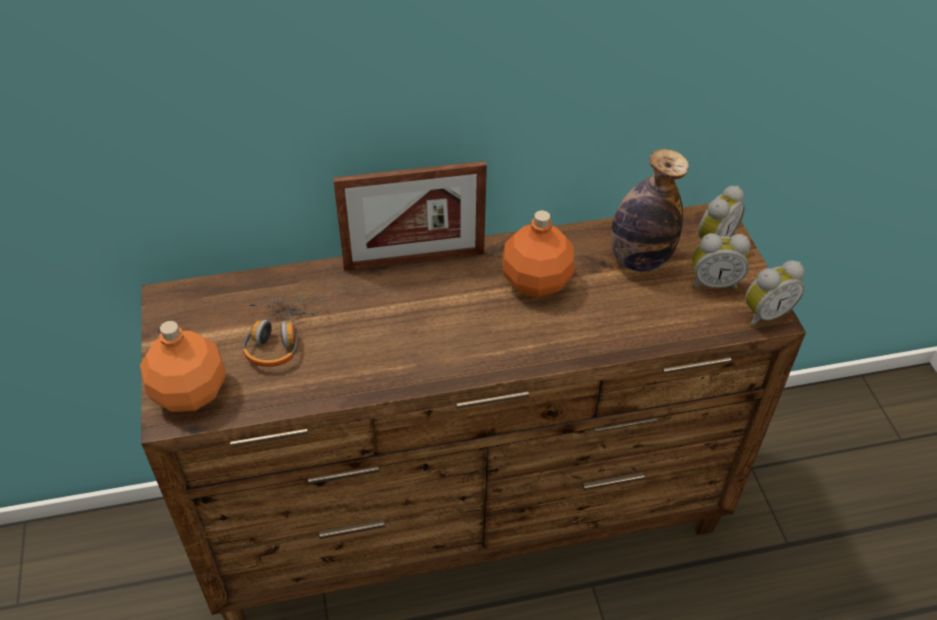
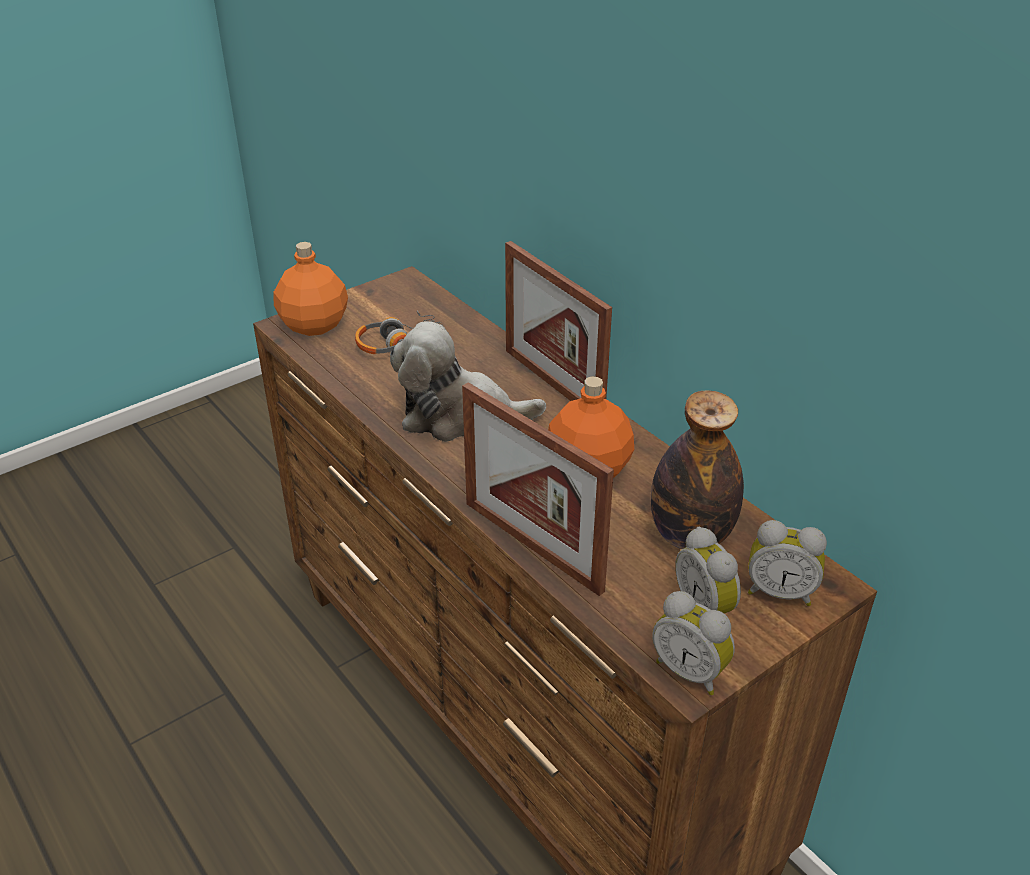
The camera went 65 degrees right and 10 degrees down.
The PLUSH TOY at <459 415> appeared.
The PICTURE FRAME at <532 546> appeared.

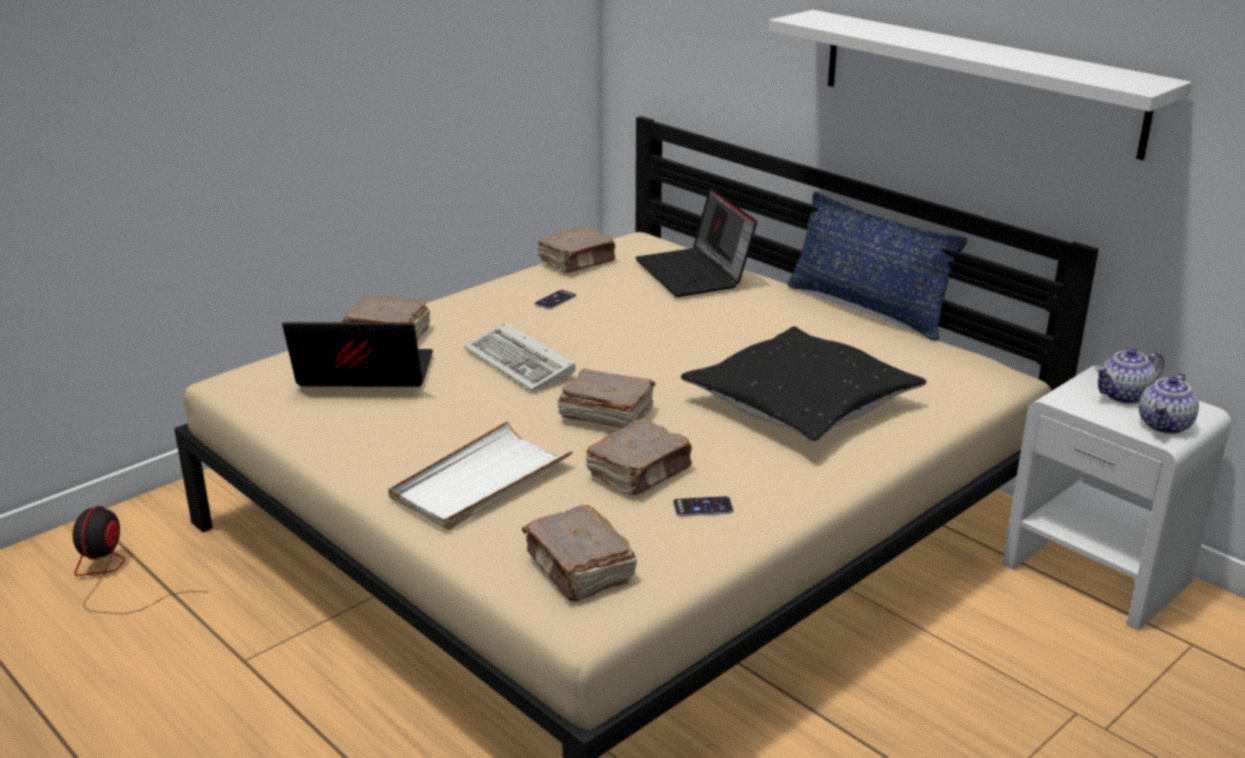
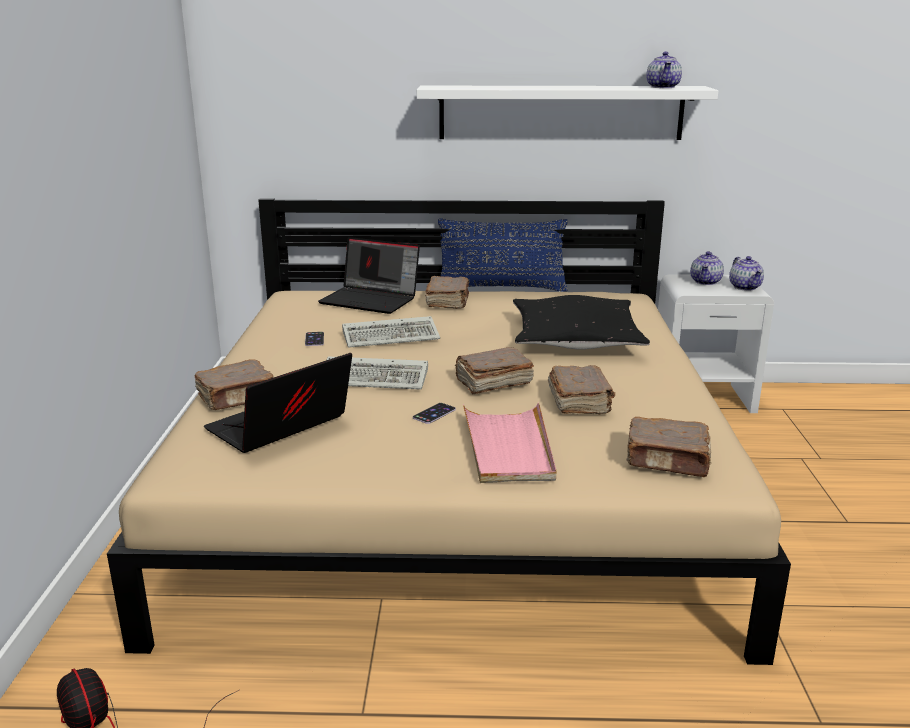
The camera went 45 degrees left and 5 degrees down.
The COMPUTER KEYBOARD at <393 336> appeared.
The TELEPHONE moved from <703 507> to <434 413>.
The BROWNISH BOOK moved from <578 262> to <448 302>.
The WHITE CARRYING TRAY at <480 481> became the PINK-COLOURED CARRYING TRAY at <508 447>.
The TEAPOT at <663 87> appeared.

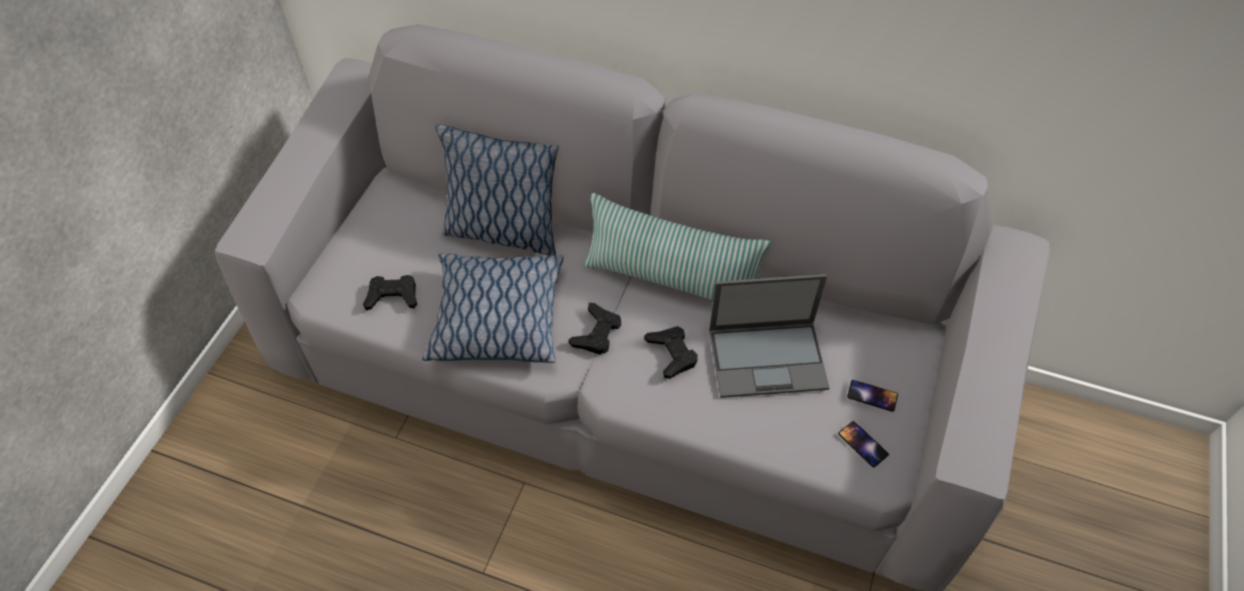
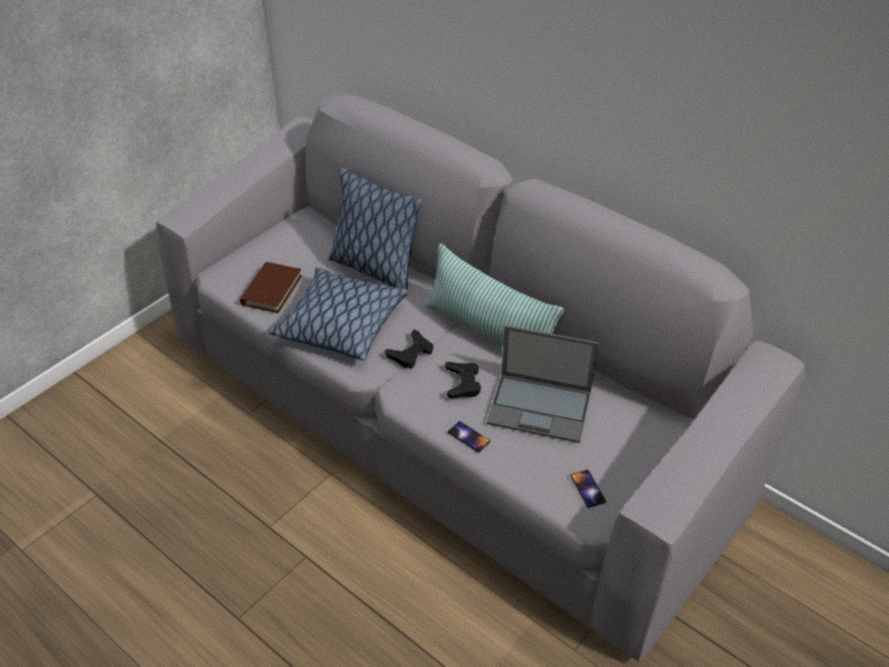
The camera went 20 degrees right and 10 degrees down.
The BLACKISH JOYPAD at <392 296> was replaced by the BROWNISH BOOK at <271 290>.
The TELEPHONE moved from <872 396> to <469 437>.

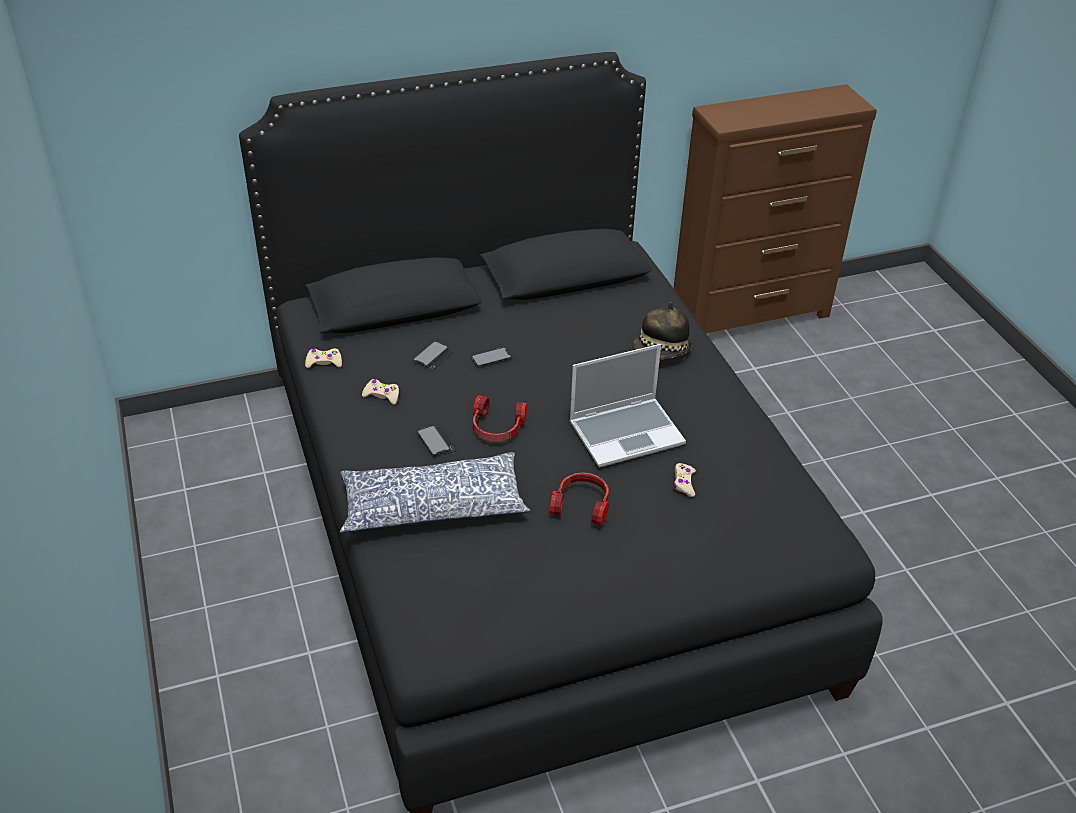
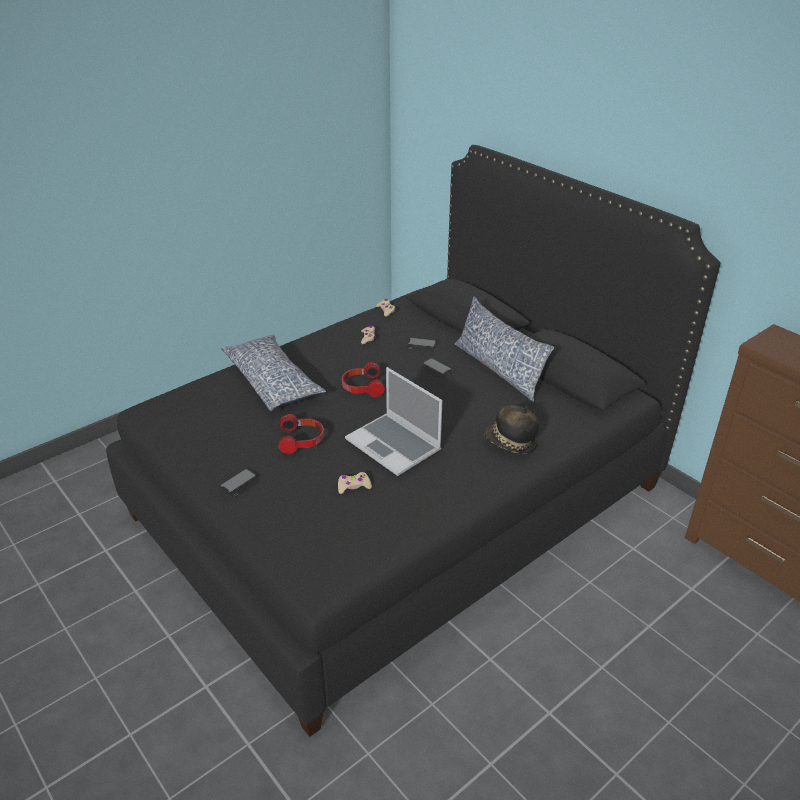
The camera went 70 degrees right and 5 degrees down.
The TELEPHONE moved from <436 442> to <240 484>.
The PILLOW at <498 369> appeared.

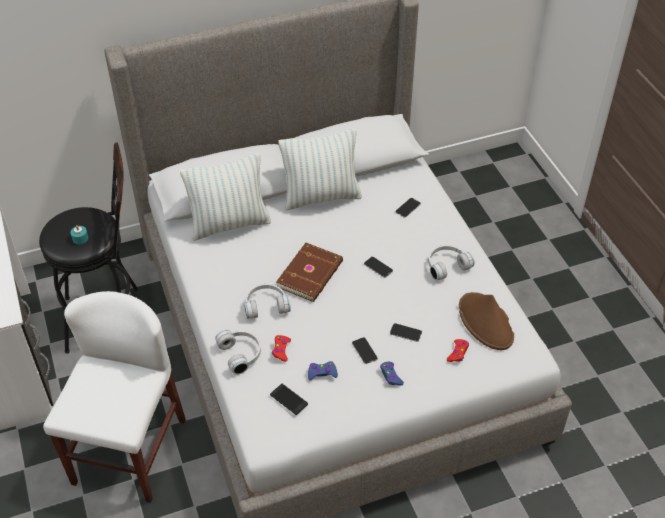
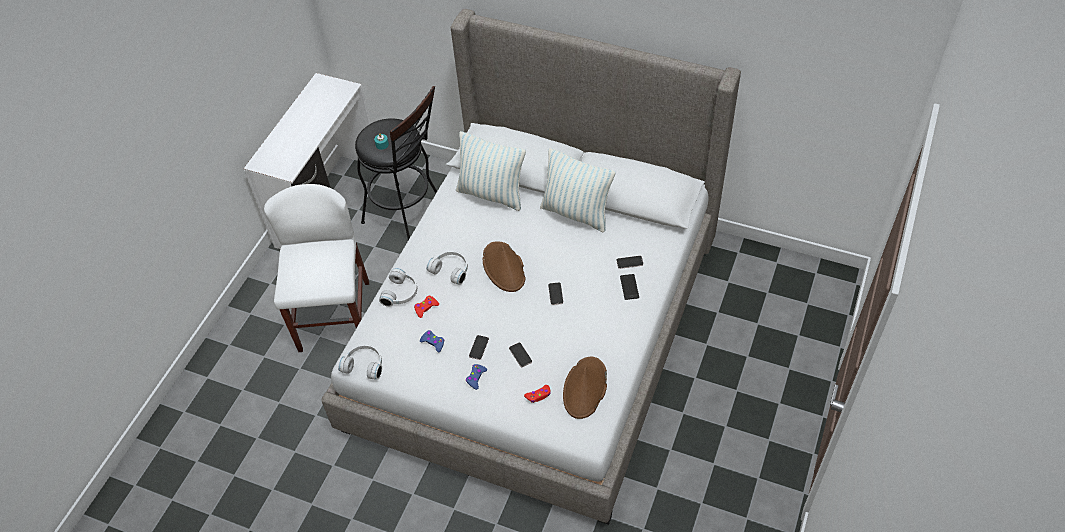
The camera went 45 degrees right and 5 degrees up.
The WHITE PLAIN CHAIR at <129 451> turned 60 degrees counterclockwise.
The WHITE PAIR OF HEADPHONES moved from <446 265> to <365 364>.
The BROWNISH BOOK at <311 274> was replaced by the BROWNISH HAT at <504 267>.
The TELEPHONE moved from <289 399> to <629 287>.

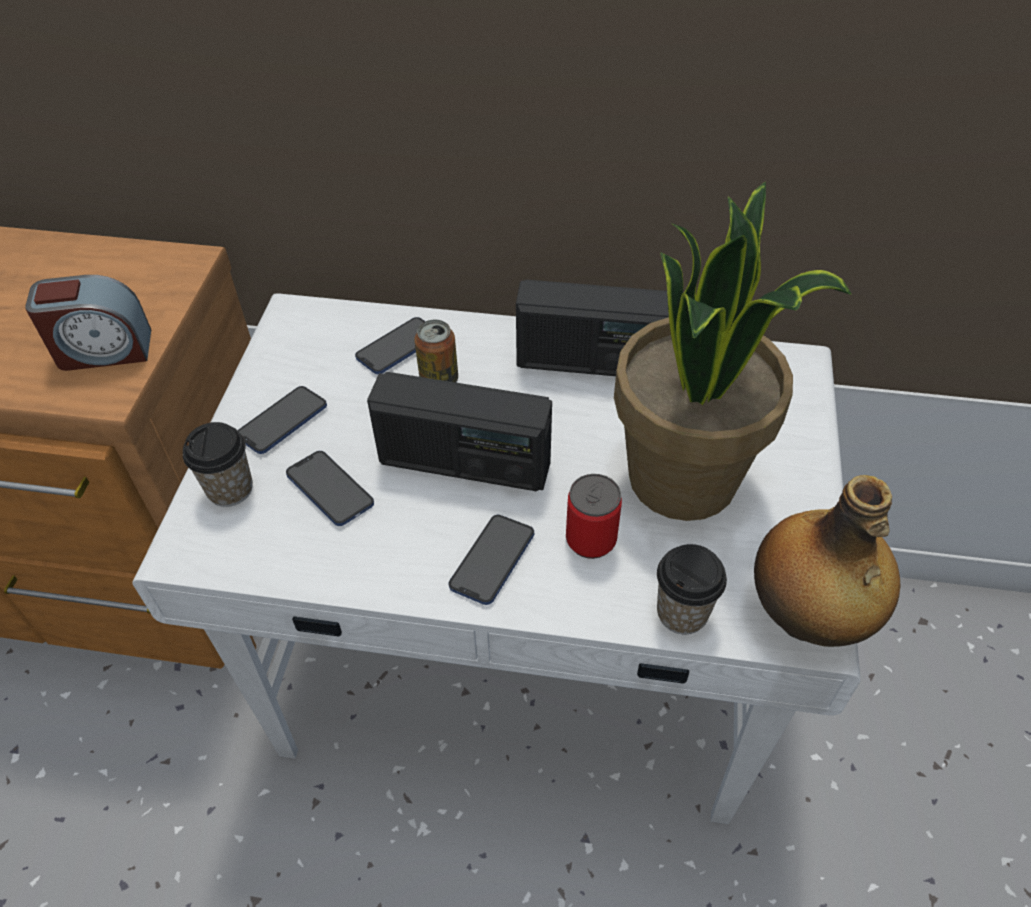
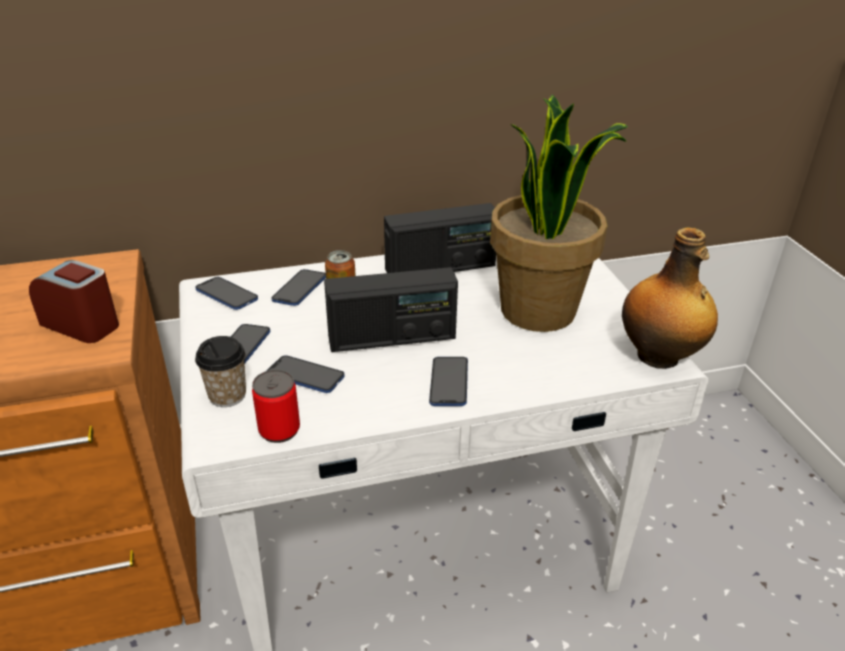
The camera went 25 degrees left and 15 degrees down.
The BEDSIDE CLOCK at <104 350> turned 120 degrees counterclockwise.
The TELEPHONE at <226 295> appeared.
The SEALED CAN moved from <591 539> to <279 430>.
The SMALL CUP at <682 613> disappeared.

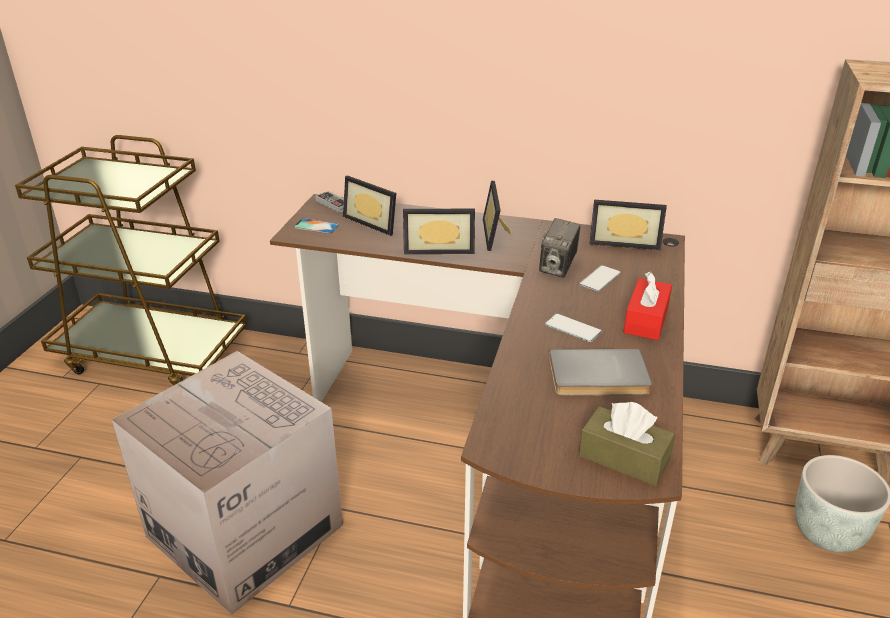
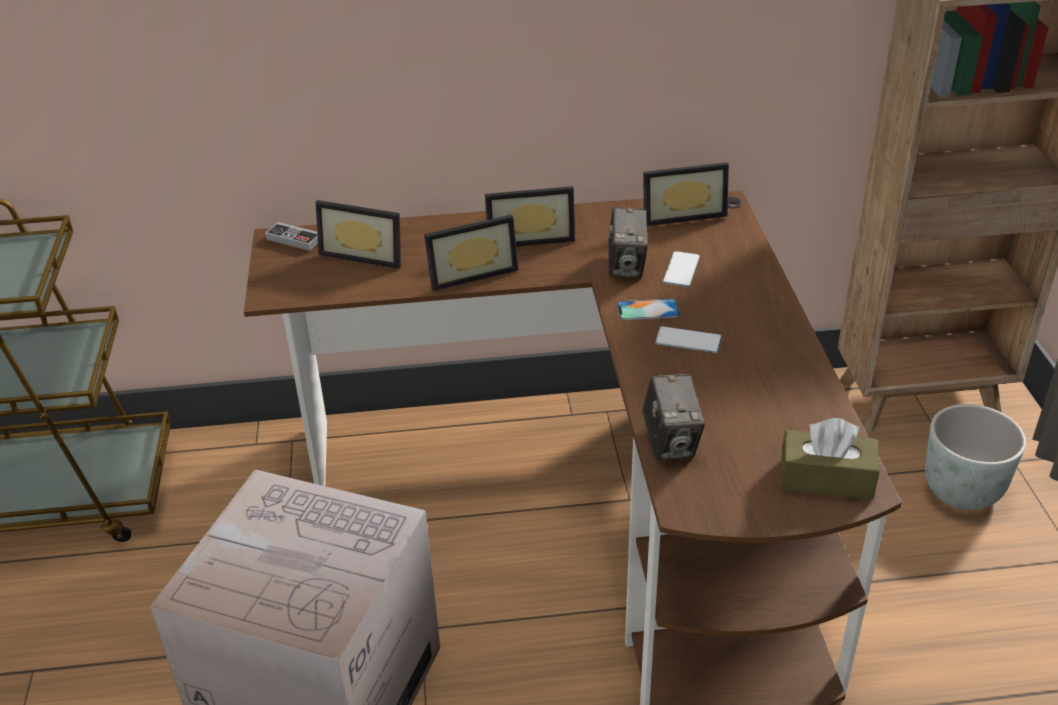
The camera went 20 degrees left and 5 degrees up.
The PICTURE FRAME at <497 234> turned 75 degrees counterclockwise.
The TELEPHONE moved from <316 226> to <648 310>.
The STILL CAMERA at <671 442> appeared.
The GREYISH BOOK at <599 378> disappeared.
The RED TISSUE BOX at <646 320> disappeared.

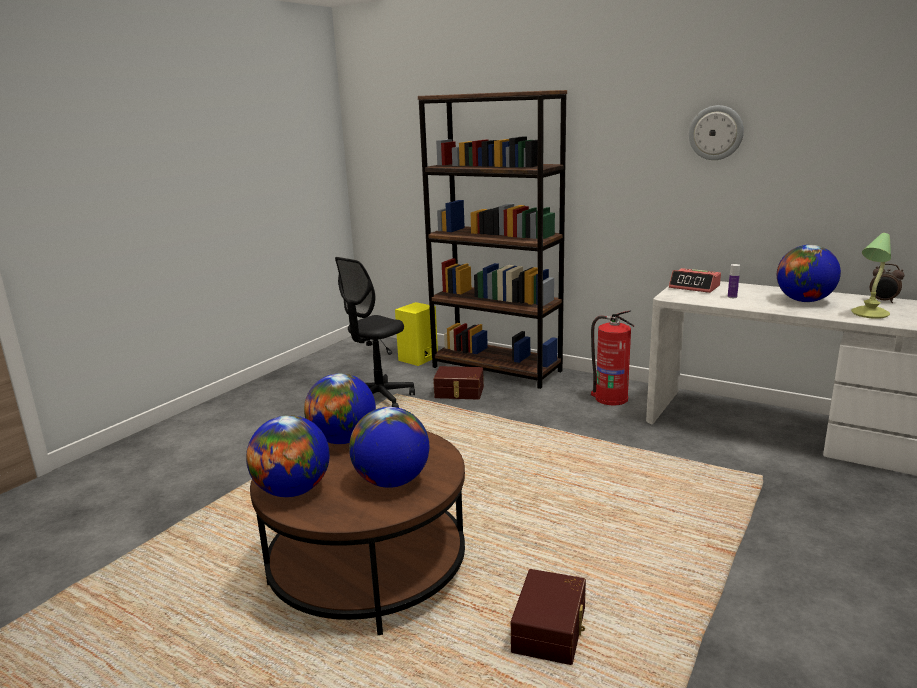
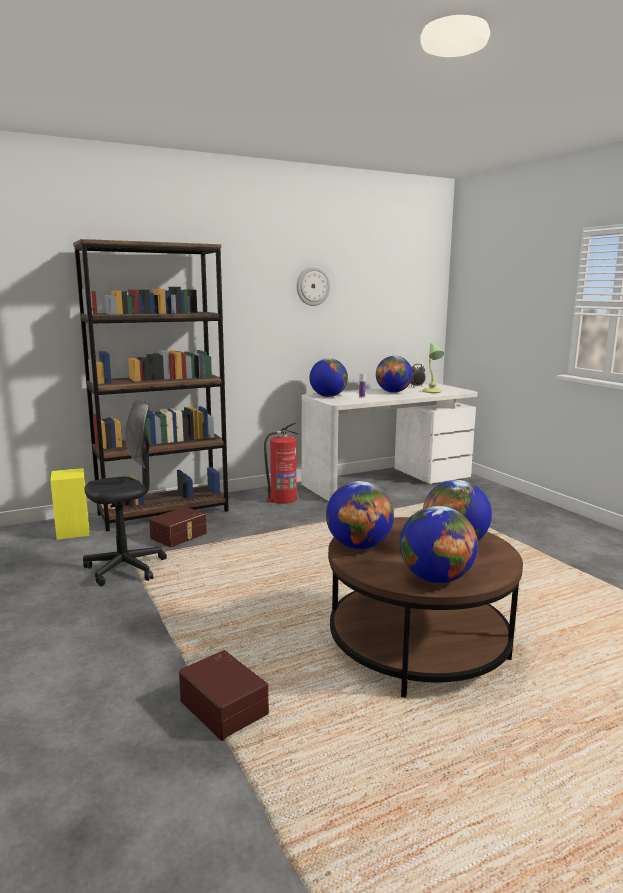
The camera went 60 degrees left and 5 degrees down.
The BLACKISH OFFICE CHAIR at <378 399> turned 105 degrees counterclockwise.
The BROWNISH STORAGE CONTAINER moved from <551 630> to <225 706>.
The BEDSIDE CLOCK at <694 287> was replaced by the GLOBE at <328 396>.

